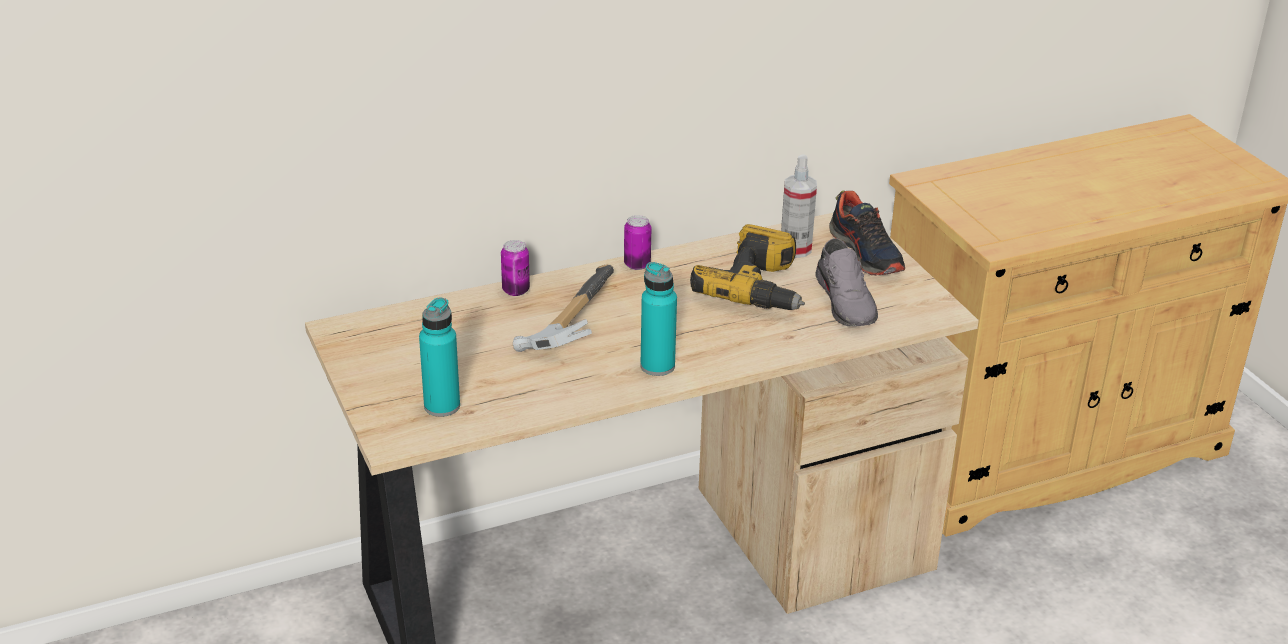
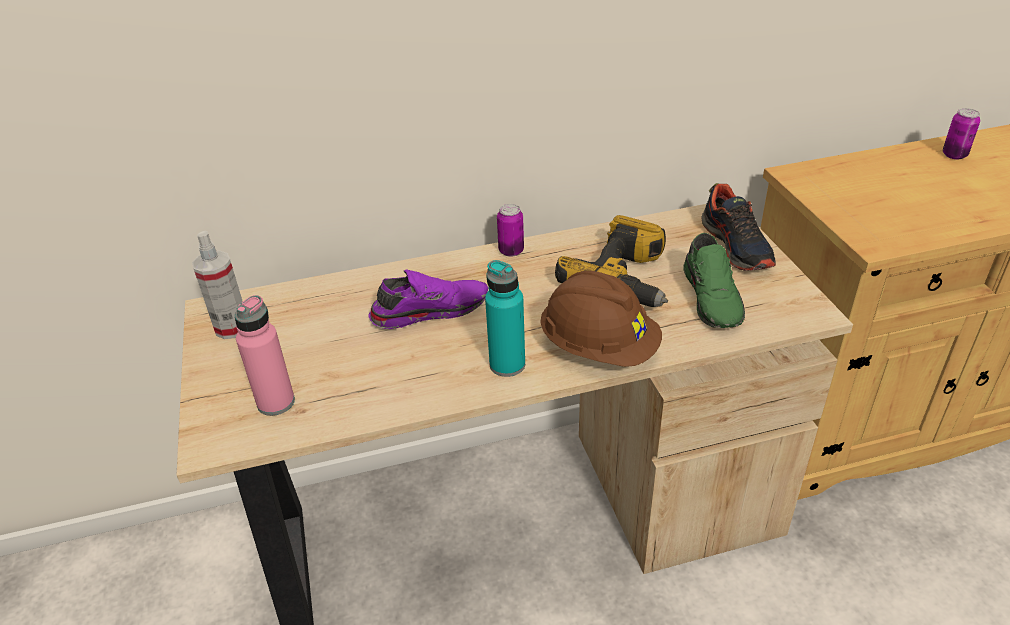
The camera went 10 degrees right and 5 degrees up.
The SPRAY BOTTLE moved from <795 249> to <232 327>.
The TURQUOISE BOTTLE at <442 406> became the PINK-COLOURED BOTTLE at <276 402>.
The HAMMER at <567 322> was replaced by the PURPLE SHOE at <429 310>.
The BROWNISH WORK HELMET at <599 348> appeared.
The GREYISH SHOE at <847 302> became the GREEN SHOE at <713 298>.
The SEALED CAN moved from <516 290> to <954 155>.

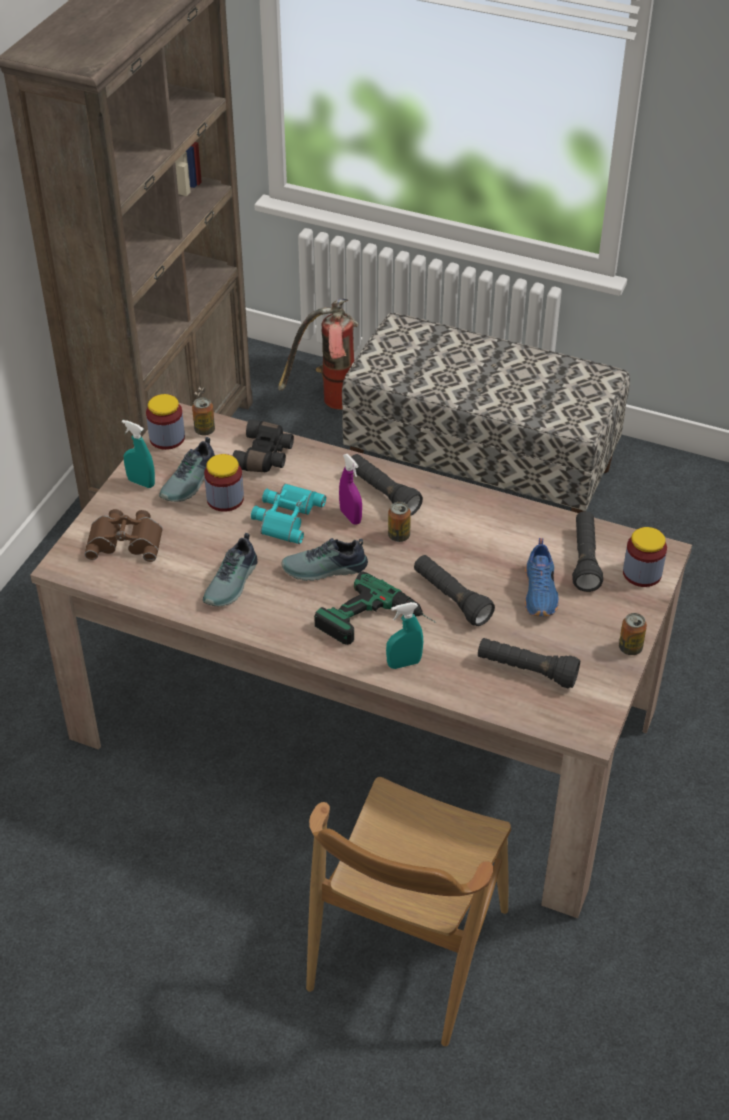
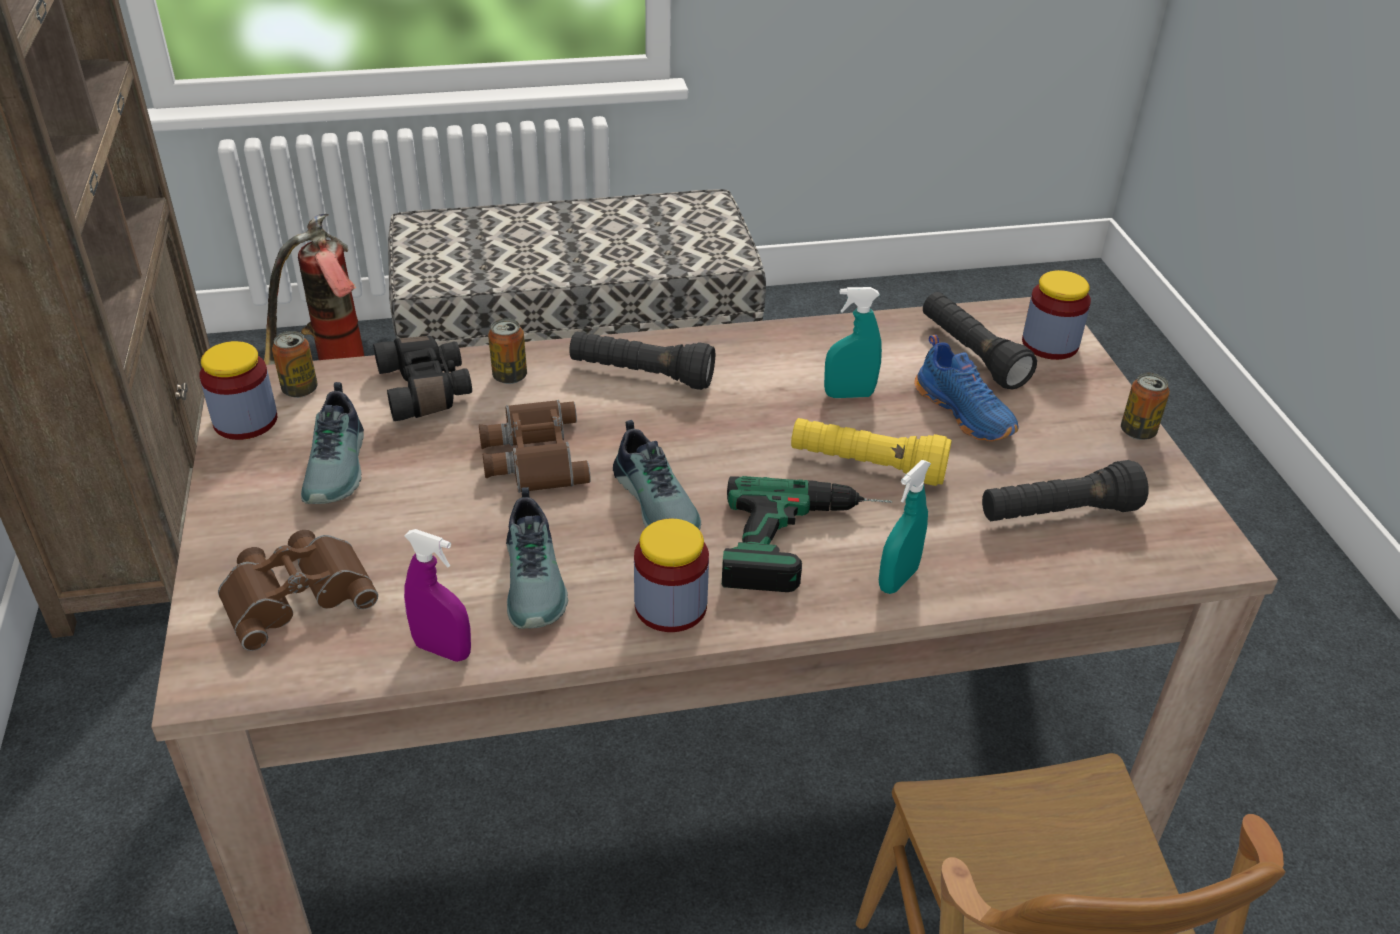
The camera went 35 degrees left and 5 degrees down.
The PURPLE SPRAY BOTTLE moved from <350 516> to <442 650>.
The TURQUOISE FIELD GLASSES at <286 516> became the BROWNISH FIELD GLASSES at <532 455>.
The SEALED CAN moved from <399 536> to <509 376>.
The SHOE at <325 570> turned 75 degrees counterclockwise.
The PRESERVE JAR moved from <225 499> to <670 606>.
The BLACKISH HAND TORCH at <451 598> became the YELLOW-COLOURED HAND TORCH at <867 466>.
The TURQUOISE SPRAY BOTTLE moved from <141 482> to <849 395>.

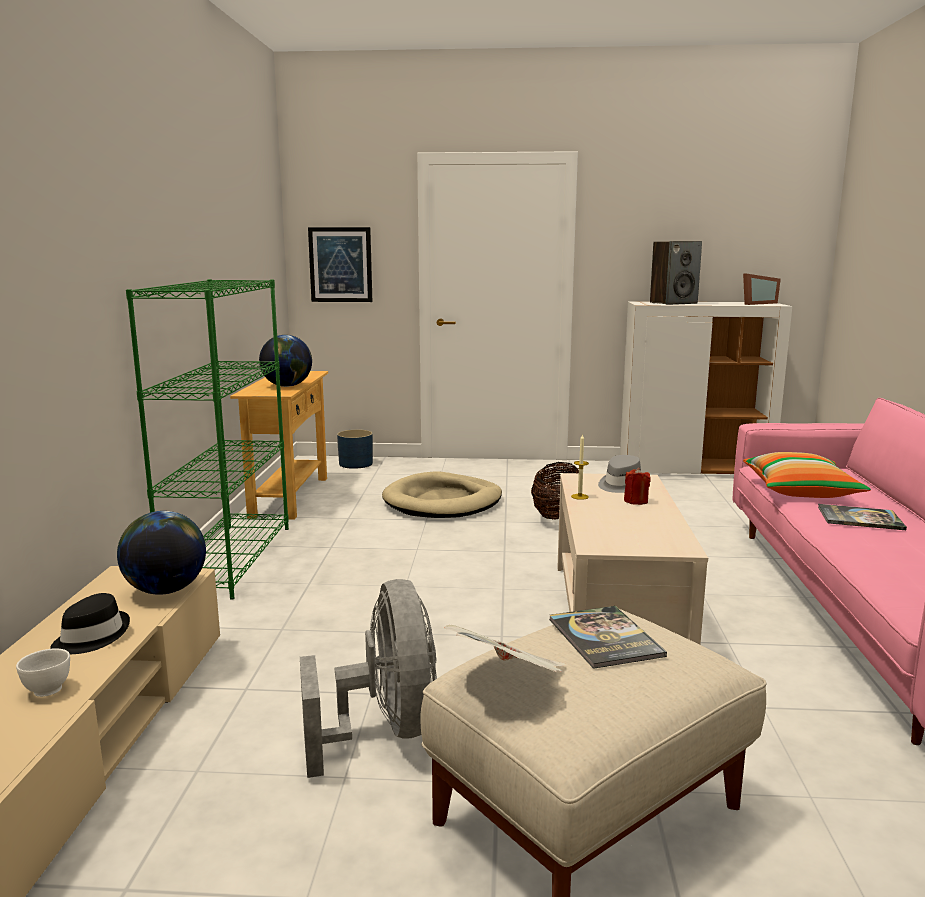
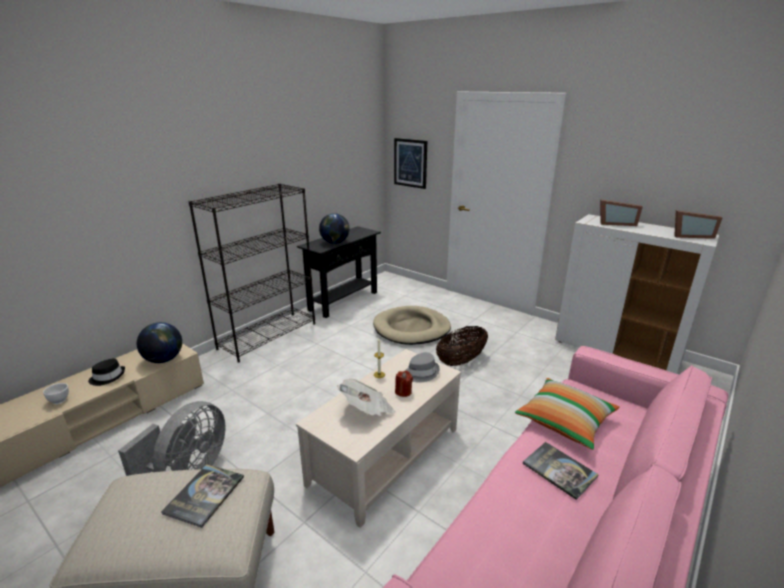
The camera went 35 degrees right and 10 degrees up.
The GREEN BOOKCASE at <230 559> became the BLACKISH BOOKCASE at <268 335>.
The BEIGE-COLOURED HALL TABLE at <290 497> became the BLACKISH HALL TABLE at <343 301>.
The PRINTED PAPER moved from <509 679> to <367 410>.
The LOUDSPEAKER at <673 303> was replaced by the PICTURE FRAME at <615 223>.
The BLUE-COLOURED FLOWER POT at <356 464> disappeared.

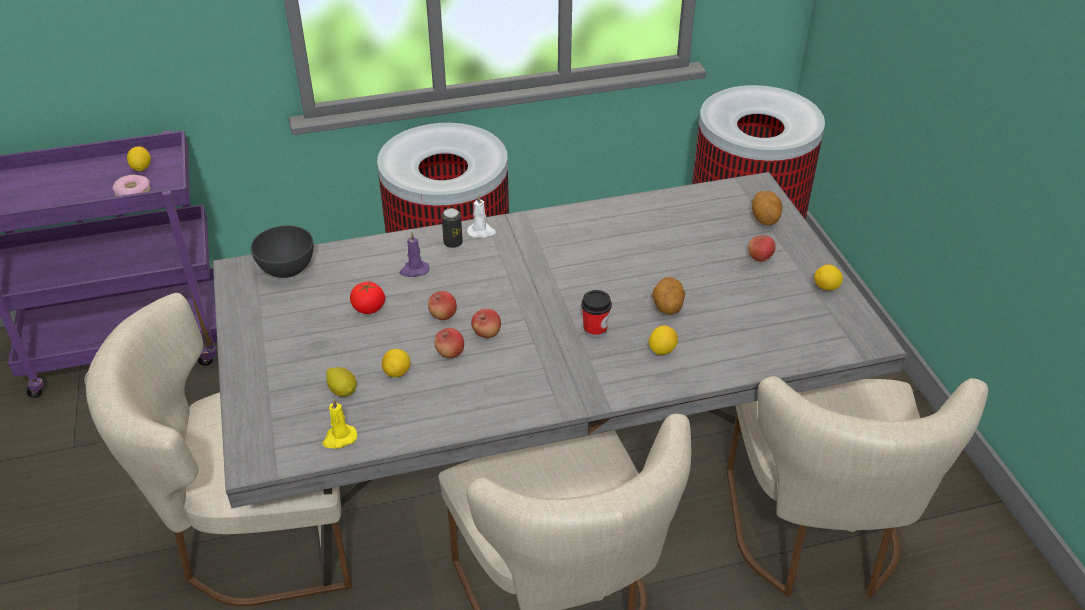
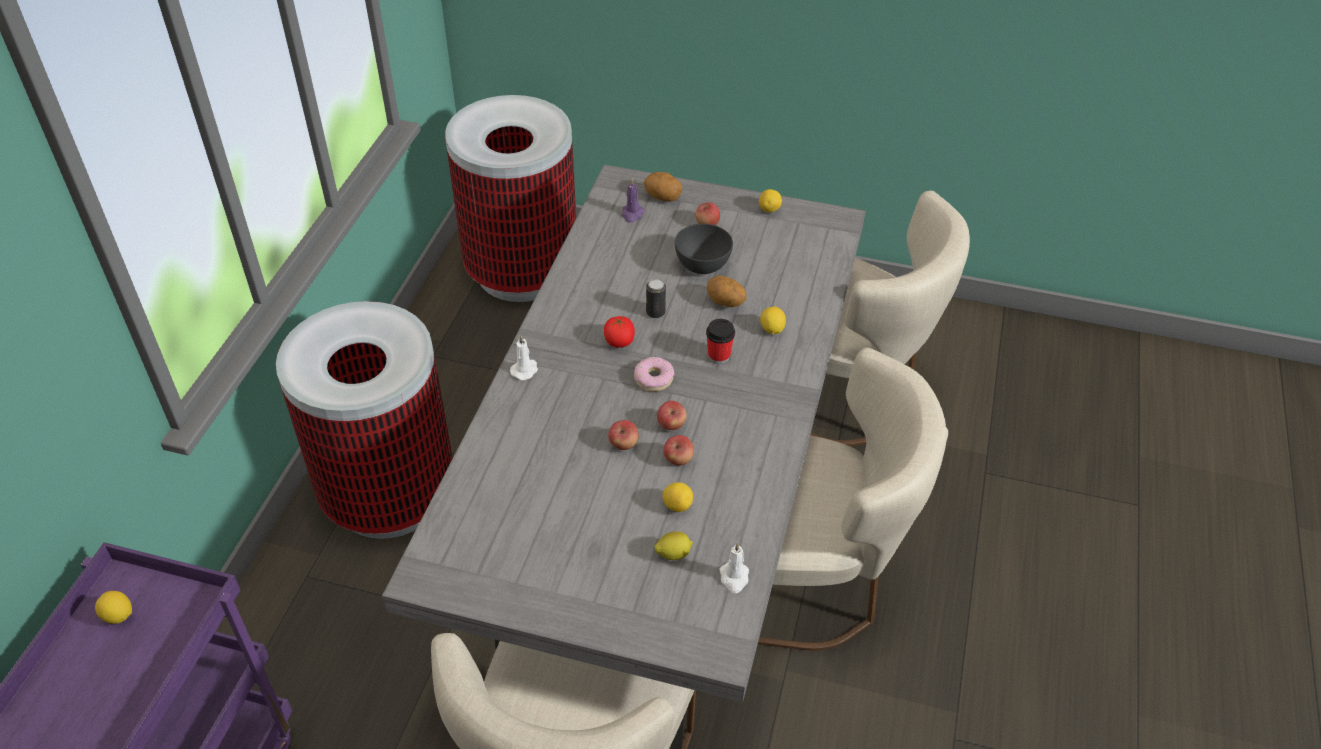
The camera went 60 degrees left and 5 degrees up.
The TOMATO moved from <368 308> to <619 341>.
The PURPLE WAX CANDLE moved from <414 270> to <632 214>.
The DOUGHNUT moved from <133 192> to <653 378>.
The SEALED CAN moved from <453 243> to <655 312>.
The GREYISH BOWL moved from <286 269> to <703 266>.
The YELLOW-COLOURED WAX CANDLE at <339 438> became the WHITE WAX CANDLE at <734 578>.

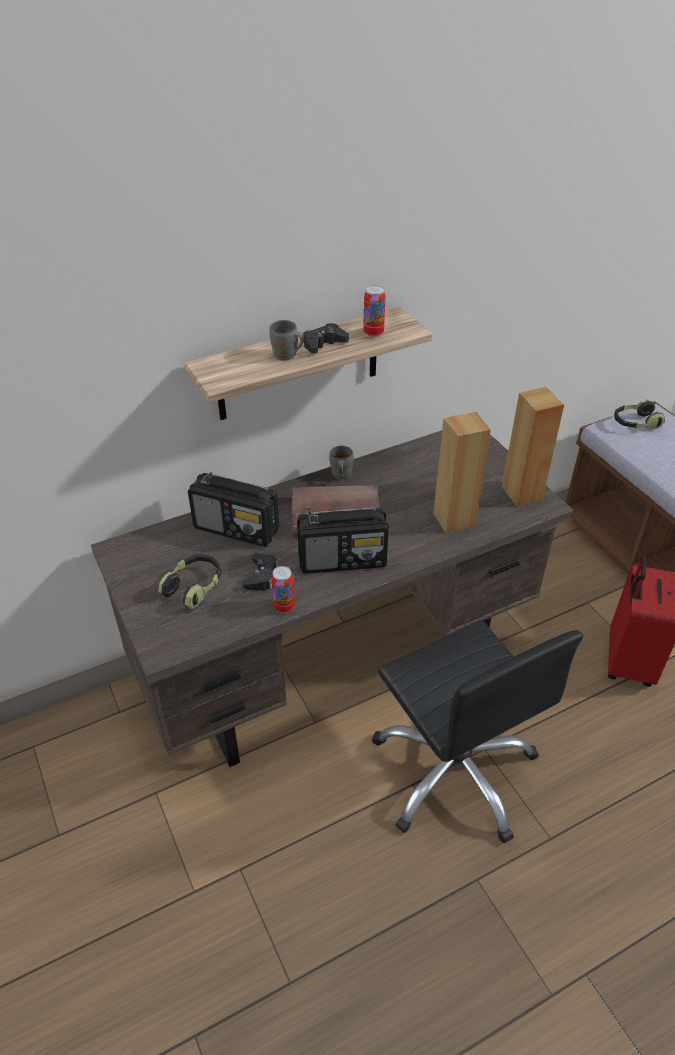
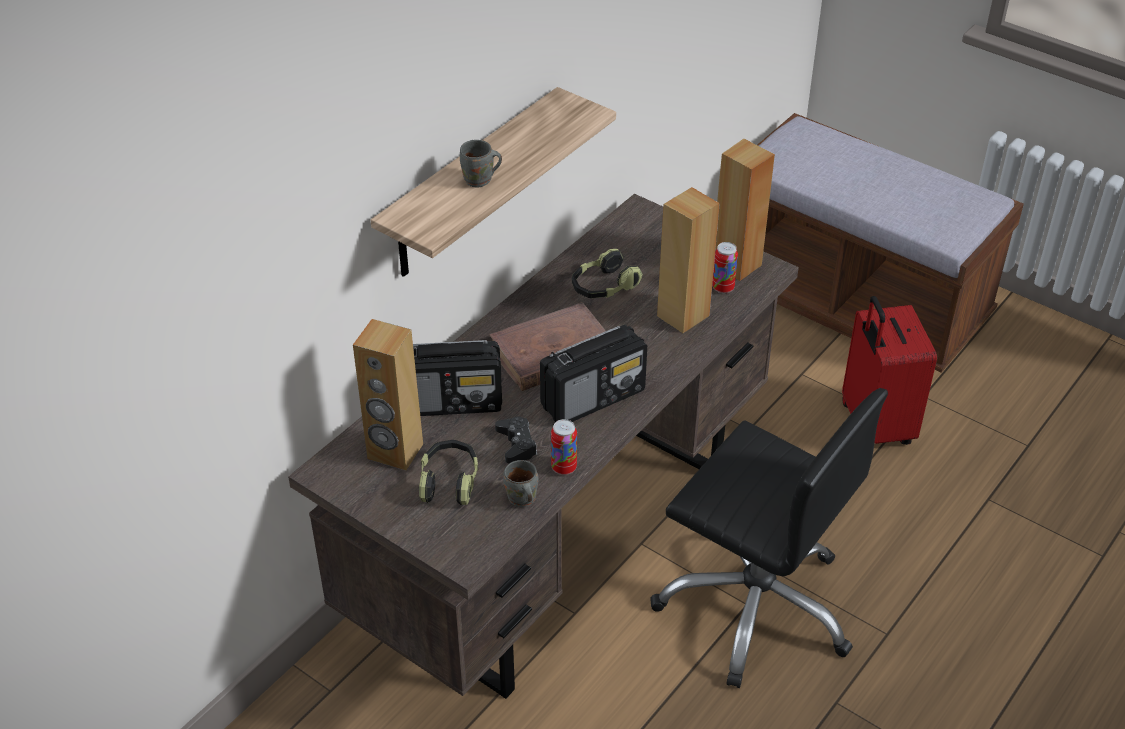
The camera went 25 degrees left and 0 degrees up.
The BROWNISH LOUDSPEAKER at <395 452> appeared.
The GREYISH MUG moved from <340 474> to <521 500>.
The PAIR OF HEADPHONES moved from <635 423> to <604 287>.
The SEALED CAN moved from <373 333> to <723 288>.
The BLACKISH JOYPAD at <323 344> disappeared.

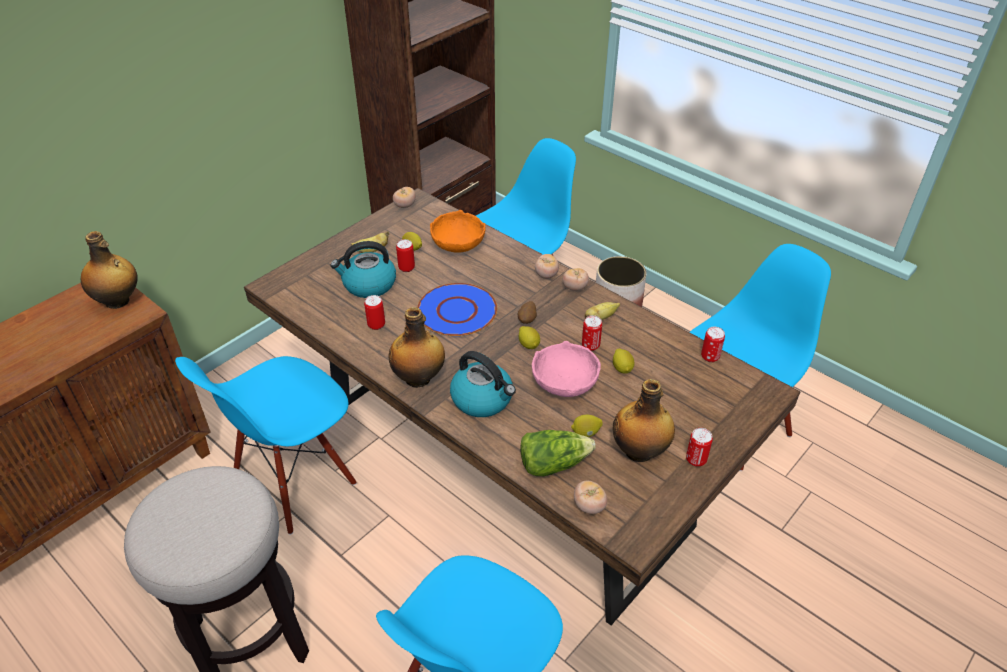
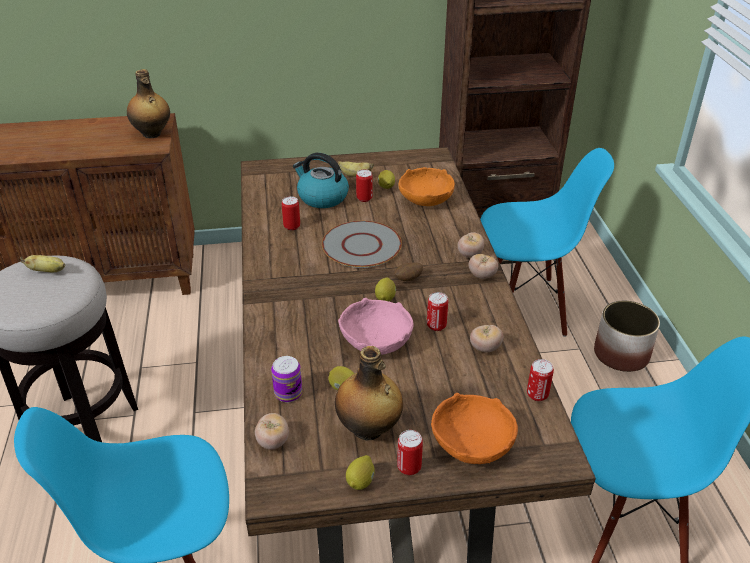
The camera went 40 degrees right and 5 degrees down.
The WHOLE BANANA moved from <600 319> to <48 271>.
The LETTUCE at <553 463> was replaced by the SEALED CAN at <288 393>.
The BLUE-COLOURED PLATE at <456 311> became the GREYISH PLATE at <361 246>.
The CITRUS FRUIT moved from <622 368> to <361 481>.
The ORANGE BOWL at <473 445> appeared.
The TOMATO moved from <405 205> to <485 348>.
The BLUE-COLOURED PLAIN CHAIR at <294 479> disappeared.
The BOTTLE at <419 378> disappeared.
The TEA KETTLE at <483 399> disappeared.

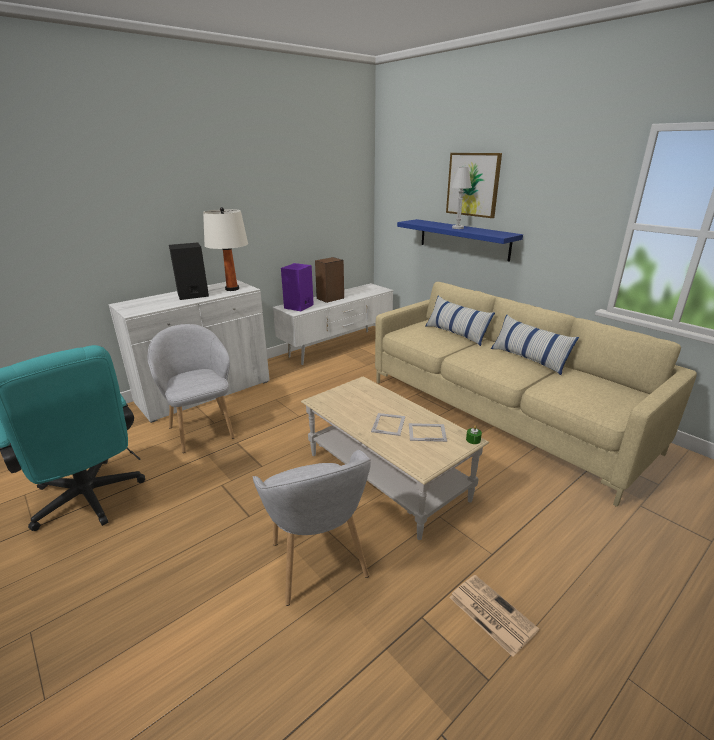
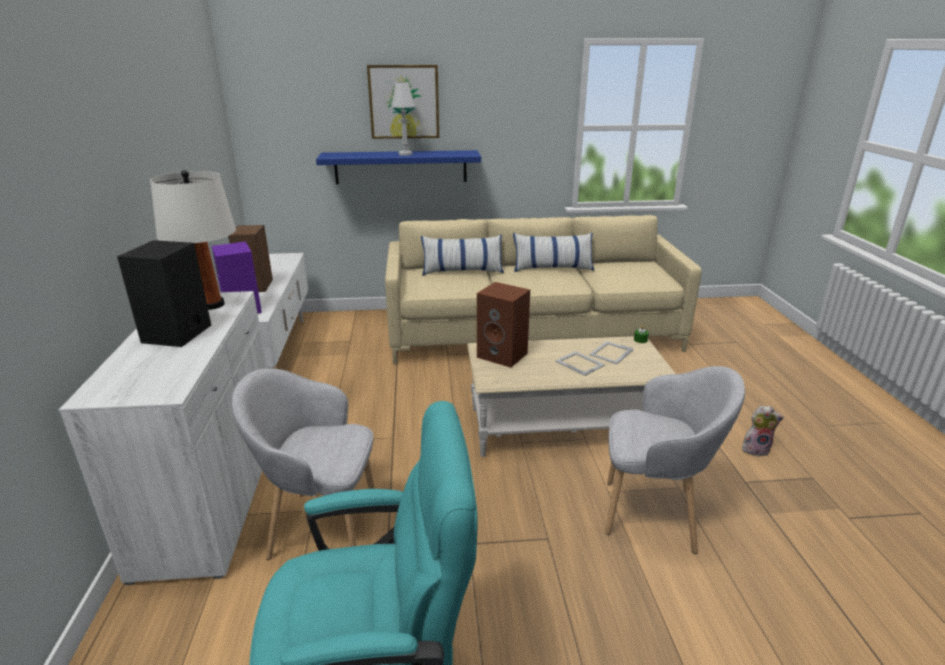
The camera went 55 degrees left and 0 degrees up.
The BROWNISH LOUDSPEAKER at <503 355> appeared.
The PRINTED PAPER at <490 613> was replaced by the PLUSH TOY at <756 449>.

